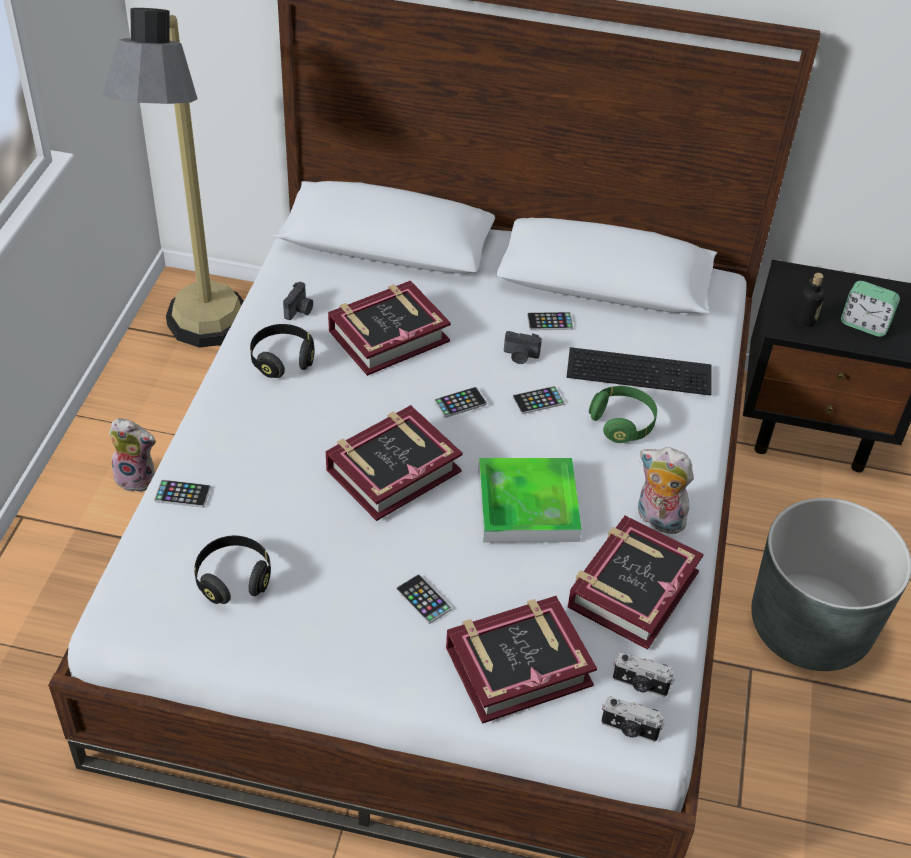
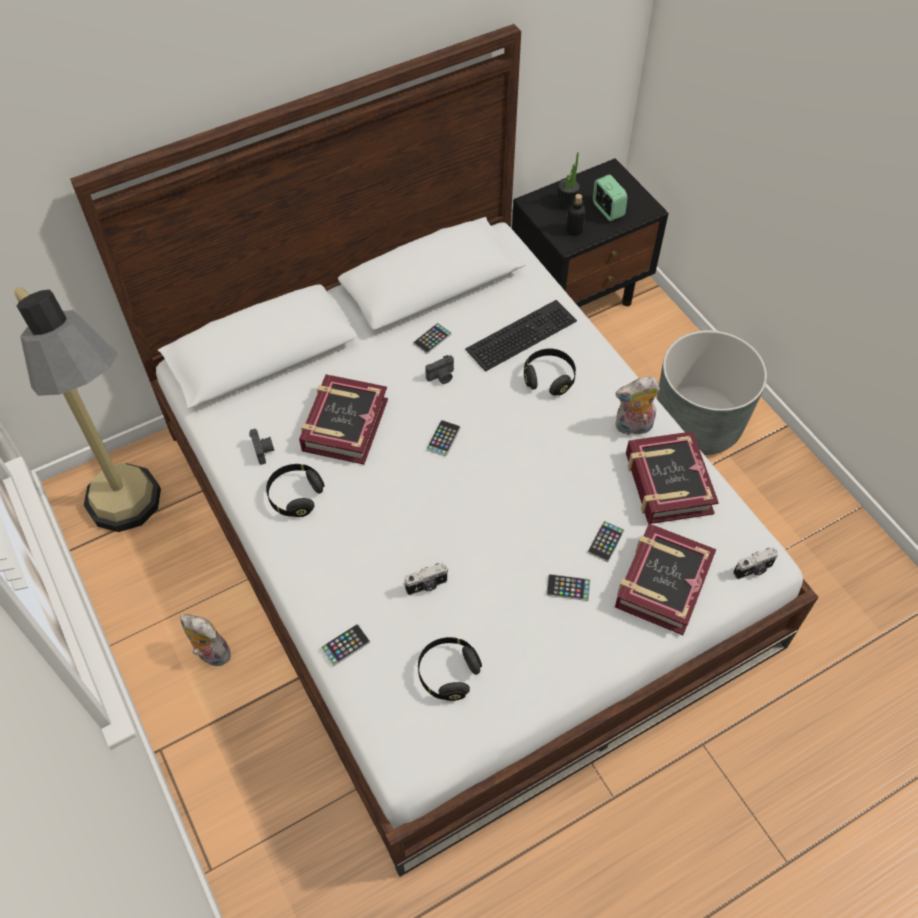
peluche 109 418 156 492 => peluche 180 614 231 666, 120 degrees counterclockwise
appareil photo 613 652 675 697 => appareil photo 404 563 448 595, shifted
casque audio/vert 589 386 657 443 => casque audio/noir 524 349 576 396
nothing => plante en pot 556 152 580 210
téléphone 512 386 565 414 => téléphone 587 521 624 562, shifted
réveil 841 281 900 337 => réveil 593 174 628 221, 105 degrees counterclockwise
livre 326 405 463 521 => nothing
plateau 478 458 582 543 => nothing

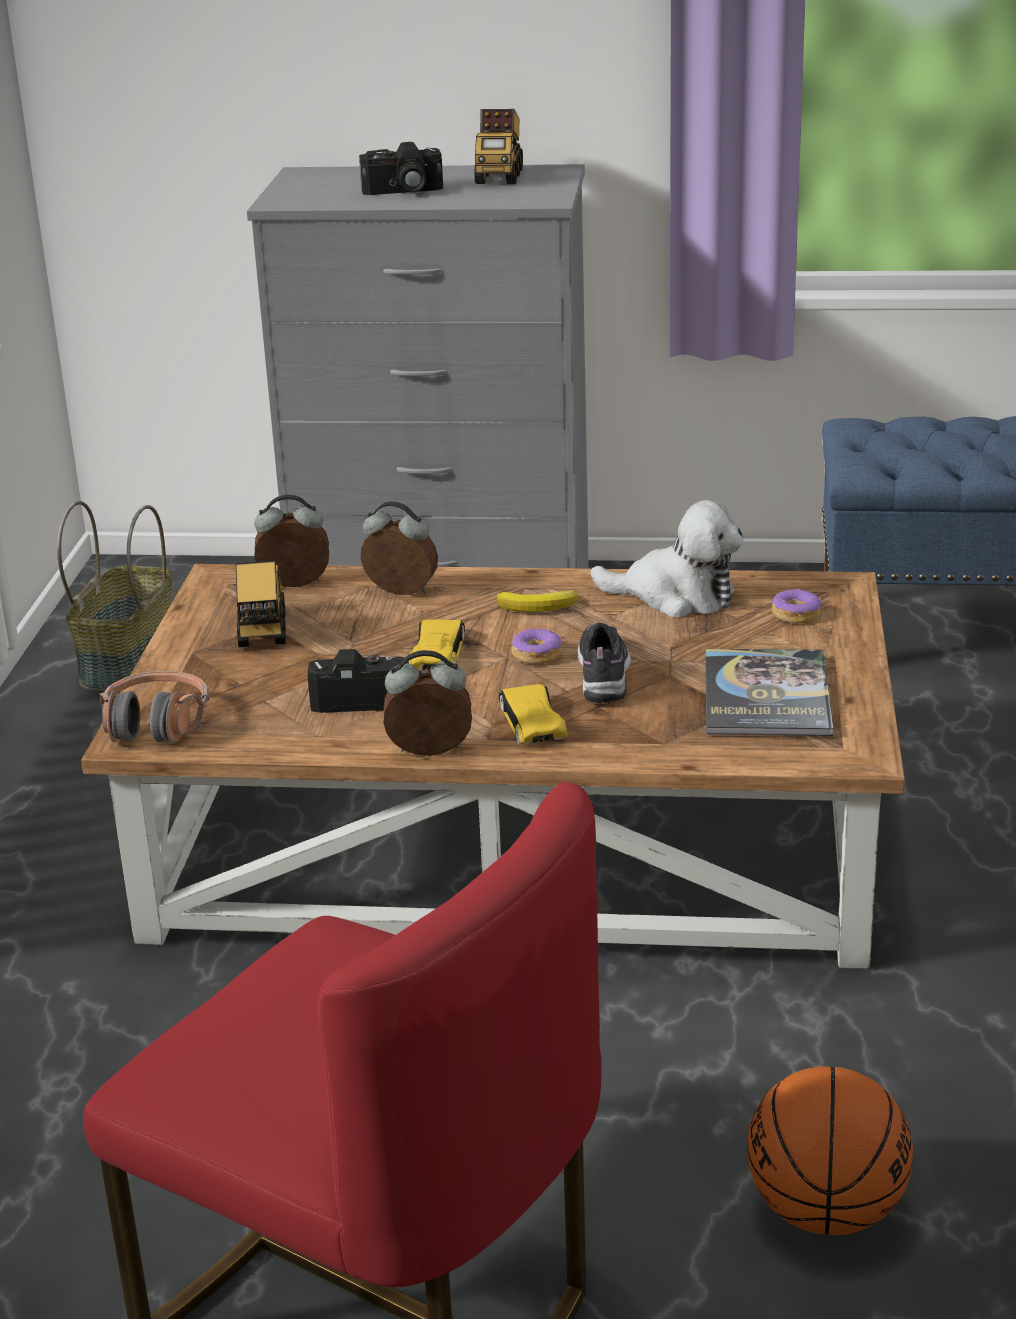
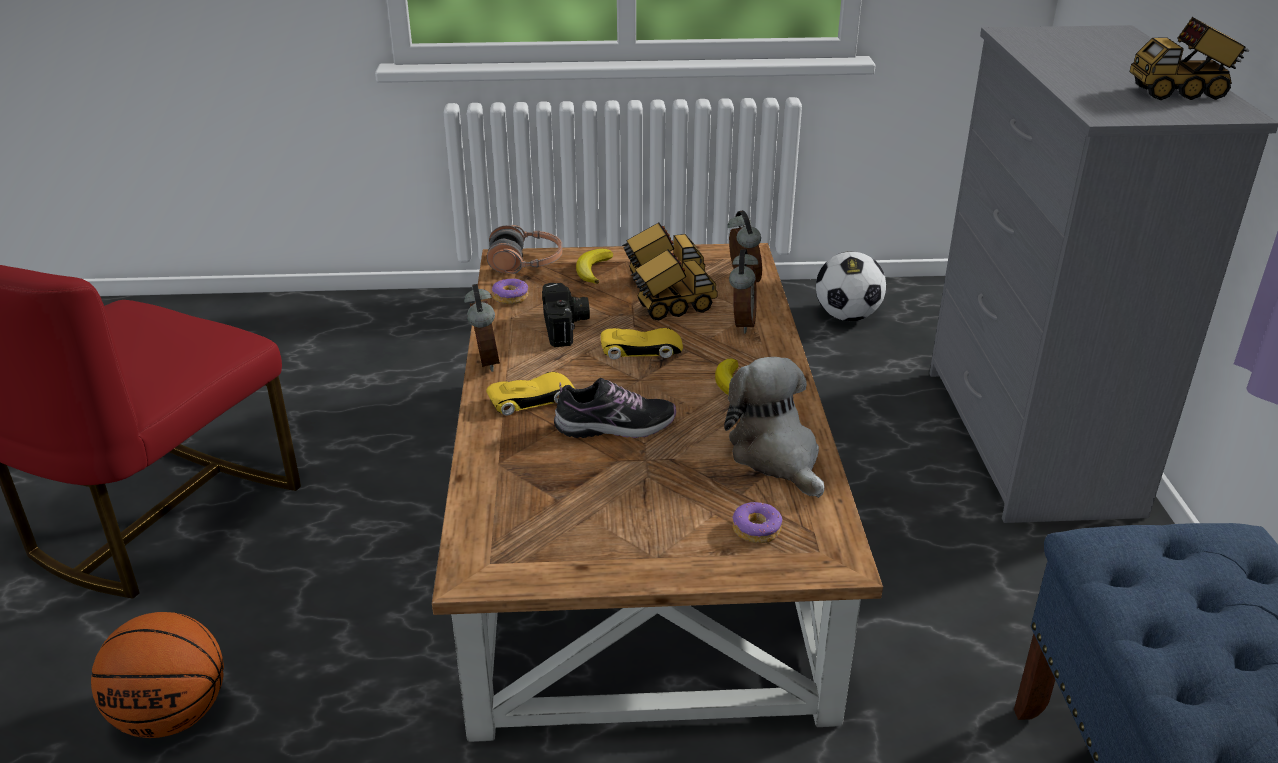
beignet 512 628 562 664 => beignet 492 278 528 304, shifted
nothing => banane 576 249 613 284
nothing => camion jouet 631 249 718 321
peluche 590 500 743 617 => peluche 724 357 825 498, 150 degrees clockwise
panier 57 501 172 692 => ballon de foot 816 251 886 321
appareil photo 359 142 443 195 => nothing
livre 706 649 834 736 => nothing

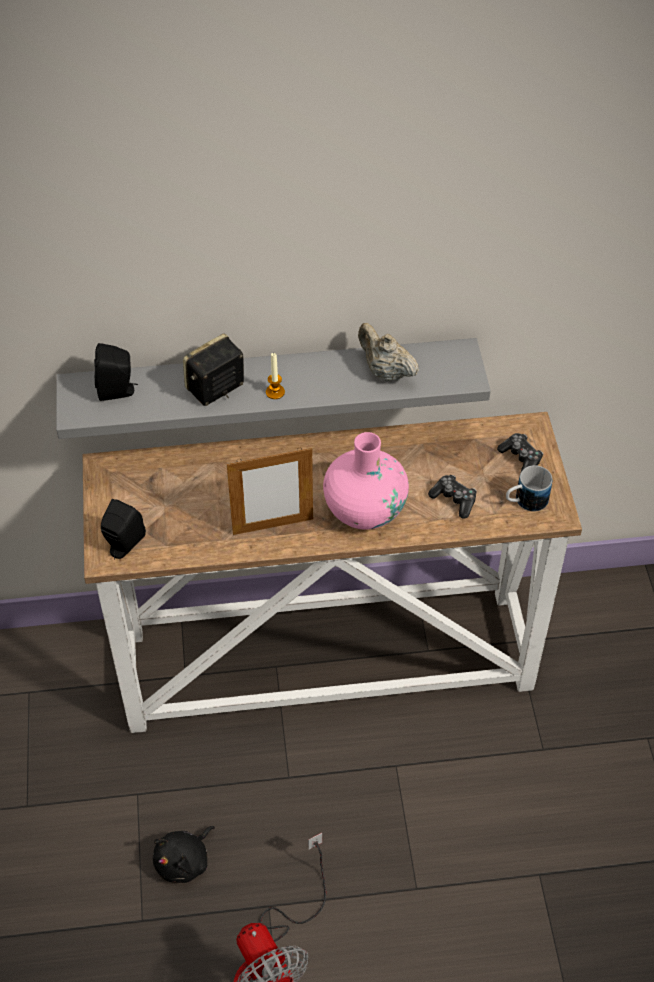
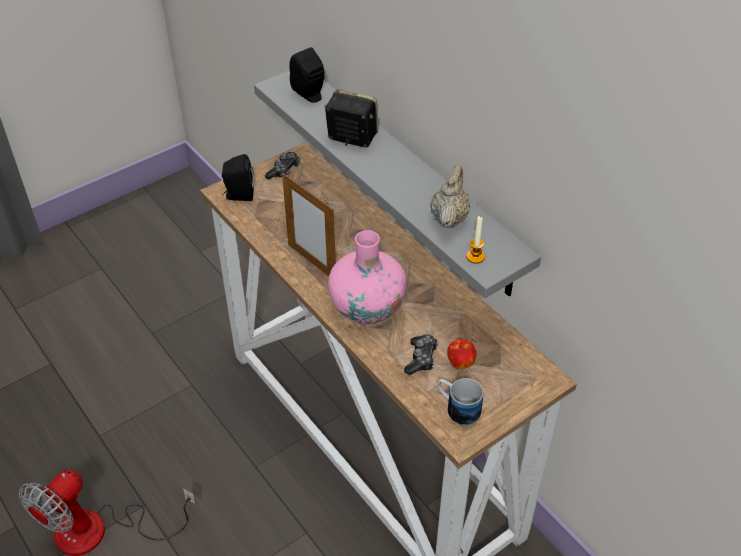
manette 497 433 543 474 => manette 265 152 300 179, shifted
nothing => pomme 447 339 477 369
bougie 266 353 285 399 => bougie 466 216 485 264, shifted
peluche/noir 153 826 215 883 => nothing

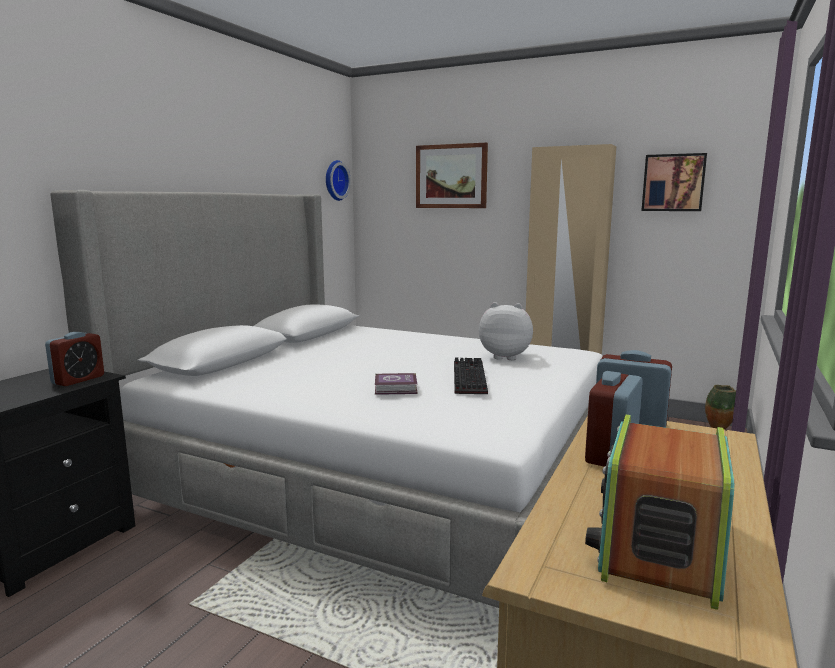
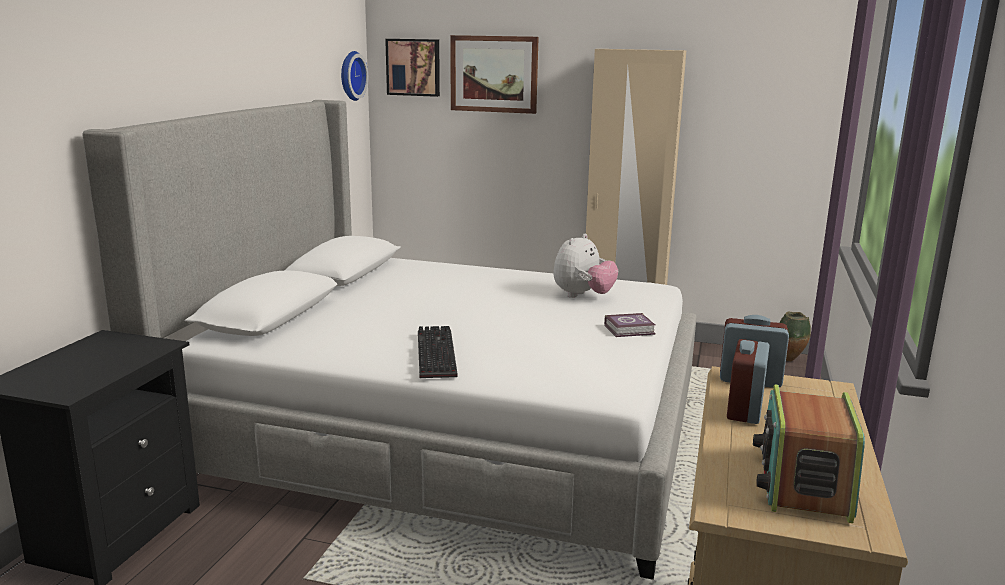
tableau 641 153 707 211 => tableau 385 39 440 97, shifted
clavier 454 357 488 394 => clavier 418 326 458 378, shifted
peluche 479 302 533 360 => peluche 553 234 618 298, 120 degrees clockwise
livre 375 373 417 395 => livre 604 313 656 337, shifted
réveil 45 332 104 386 => nothing

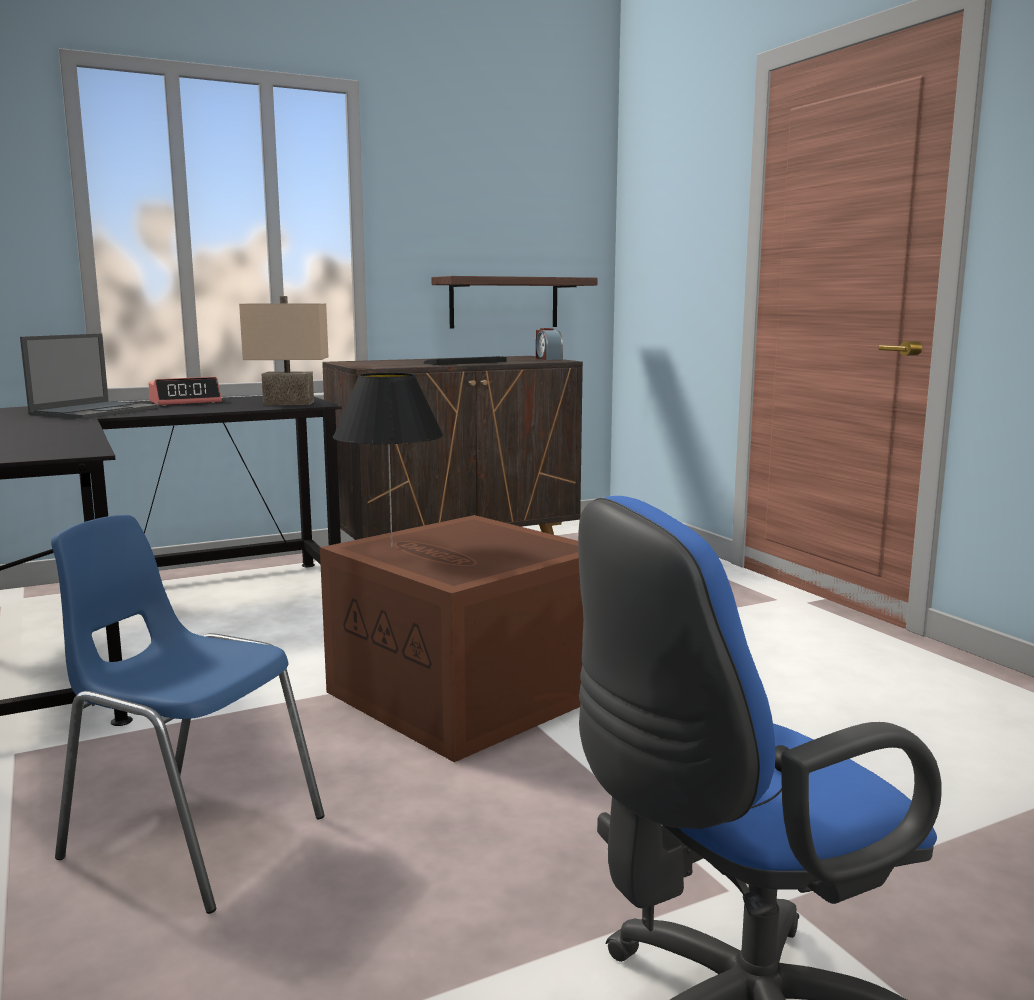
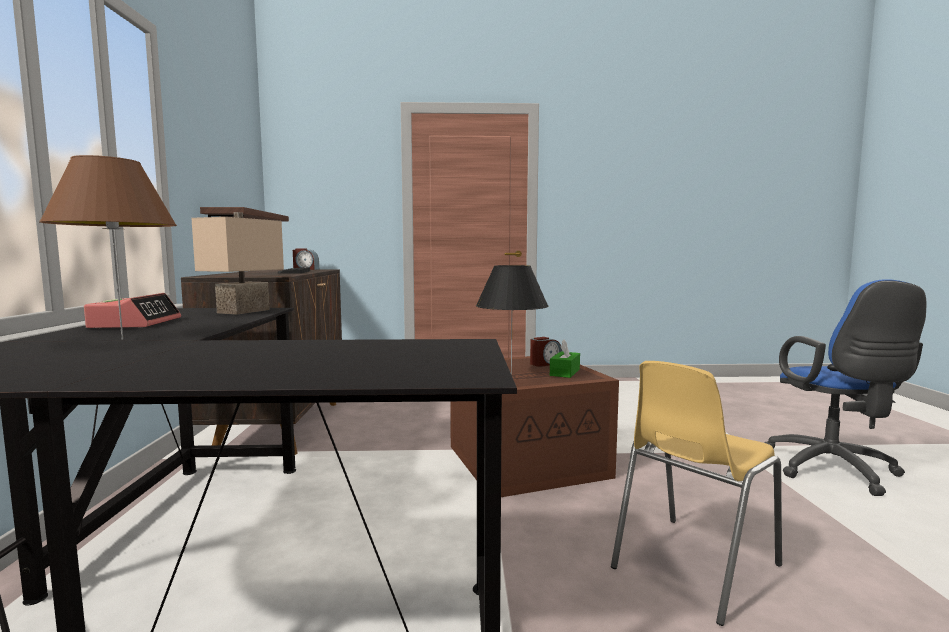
ordinateur portable 20 333 159 419 => lampe de table/marron 39 155 177 340
nothing => réveil 530 337 562 367
nothing => boîte à mouchoirs/vert 550 339 580 378
chaise/bleu 51 515 325 914 => chaise/jaune 611 361 782 626

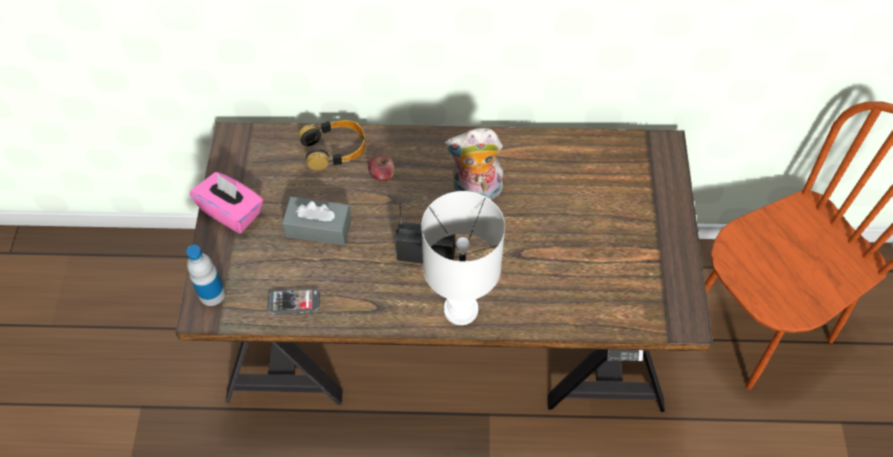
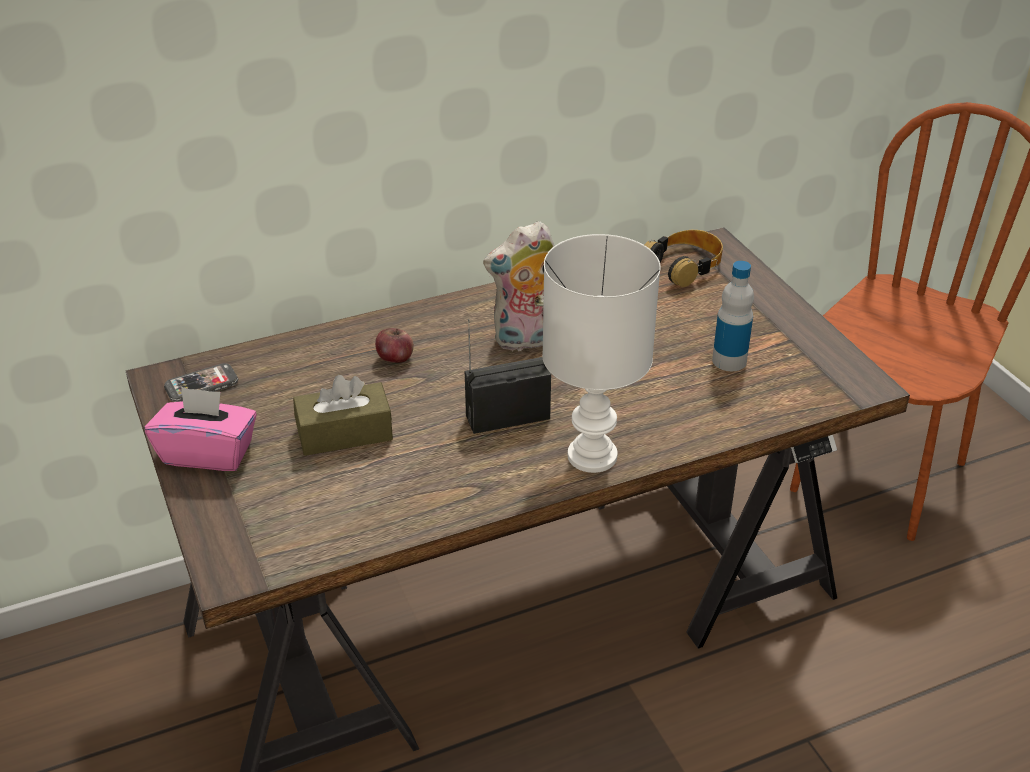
téléphone 267 288 320 315 => téléphone 164 363 238 402, shifted
boîte à mouchoirs/gris 282 197 351 245 => boîte à mouchoirs/marron 293 375 393 456
casque audio 298 120 365 170 => casque audio 644 230 723 287, shifted
bouteille 186 245 225 306 => bouteille 712 261 754 371, shifted

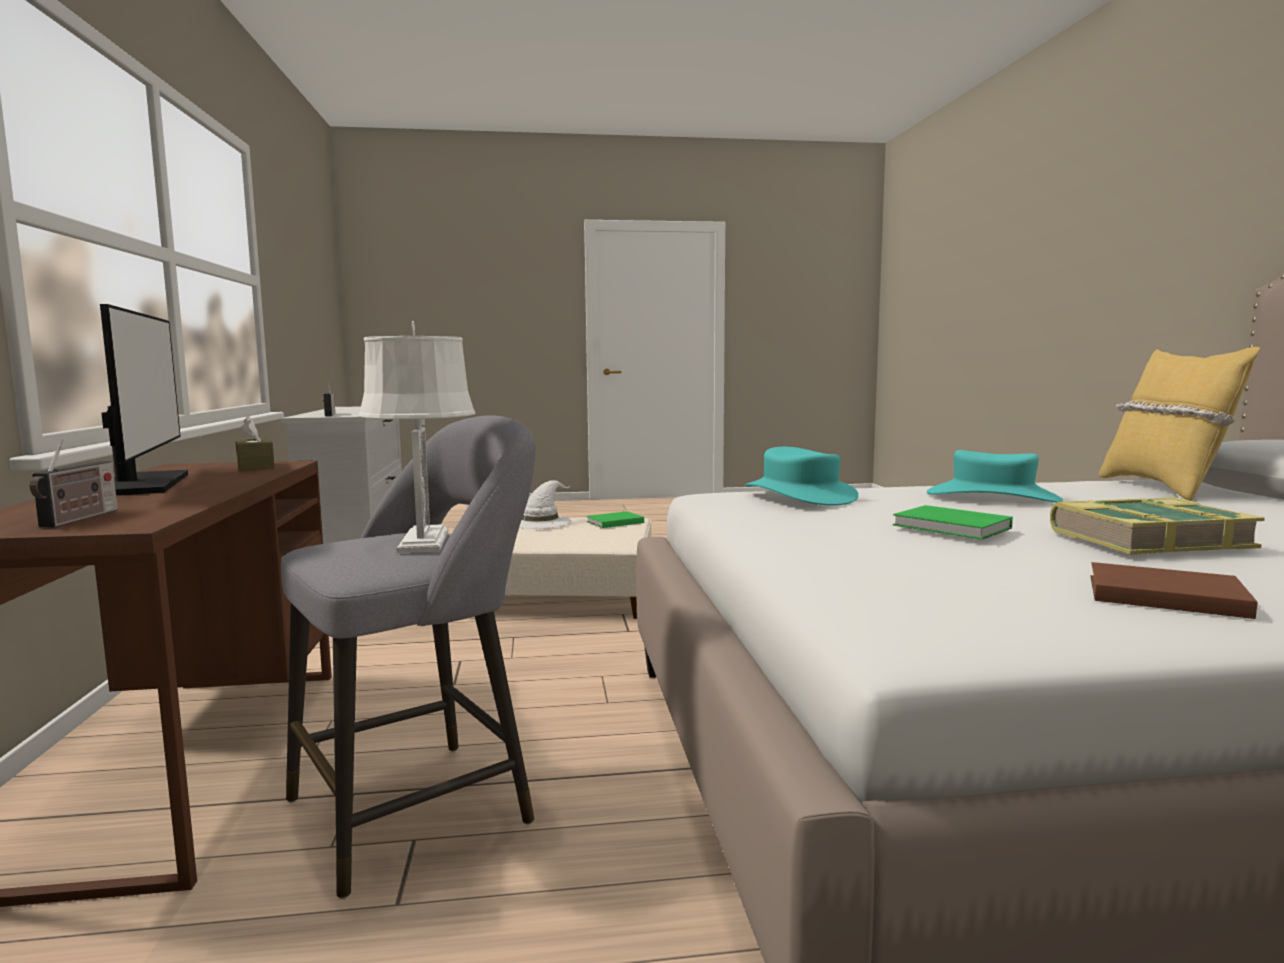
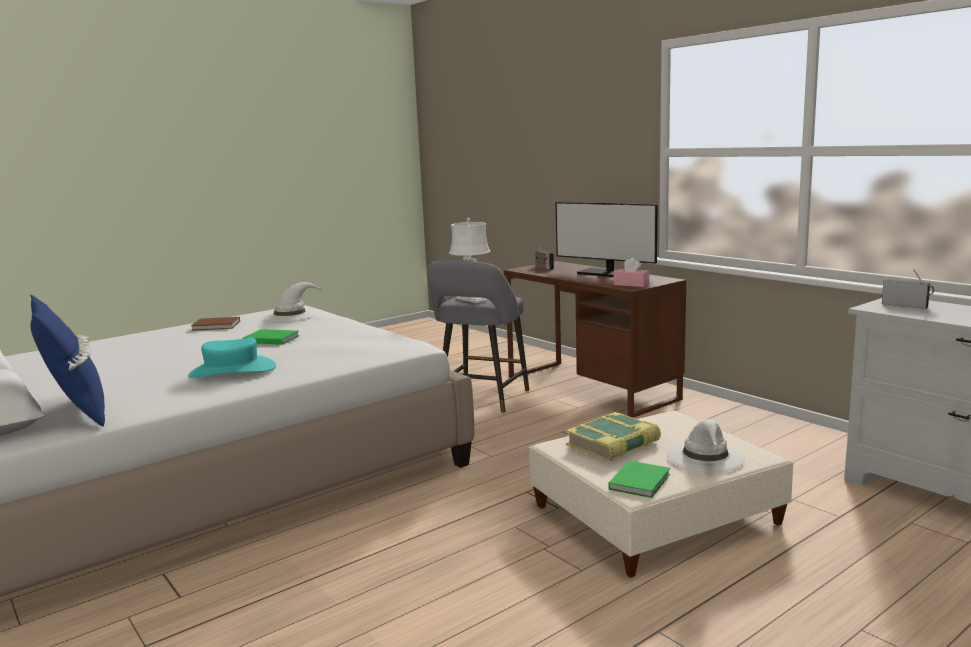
coussin/jaune 1098 347 1260 501 => coussin/bleu 30 295 105 427
nothing => chapeau/blanc 263 282 326 322
livre 1050 497 1265 555 => livre 566 412 661 461, shifted
boîte à mouchoirs/marron 235 416 275 471 => boîte à mouchoirs/rose 614 258 649 287
chapeau/turquoise 745 447 859 506 => nothing

